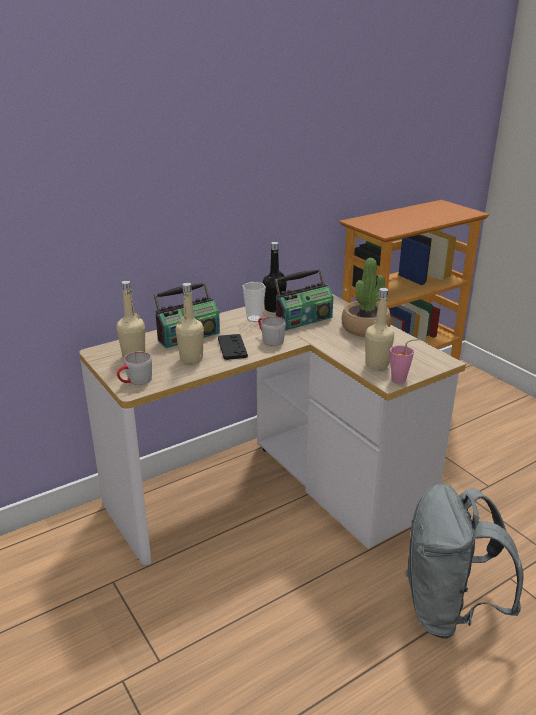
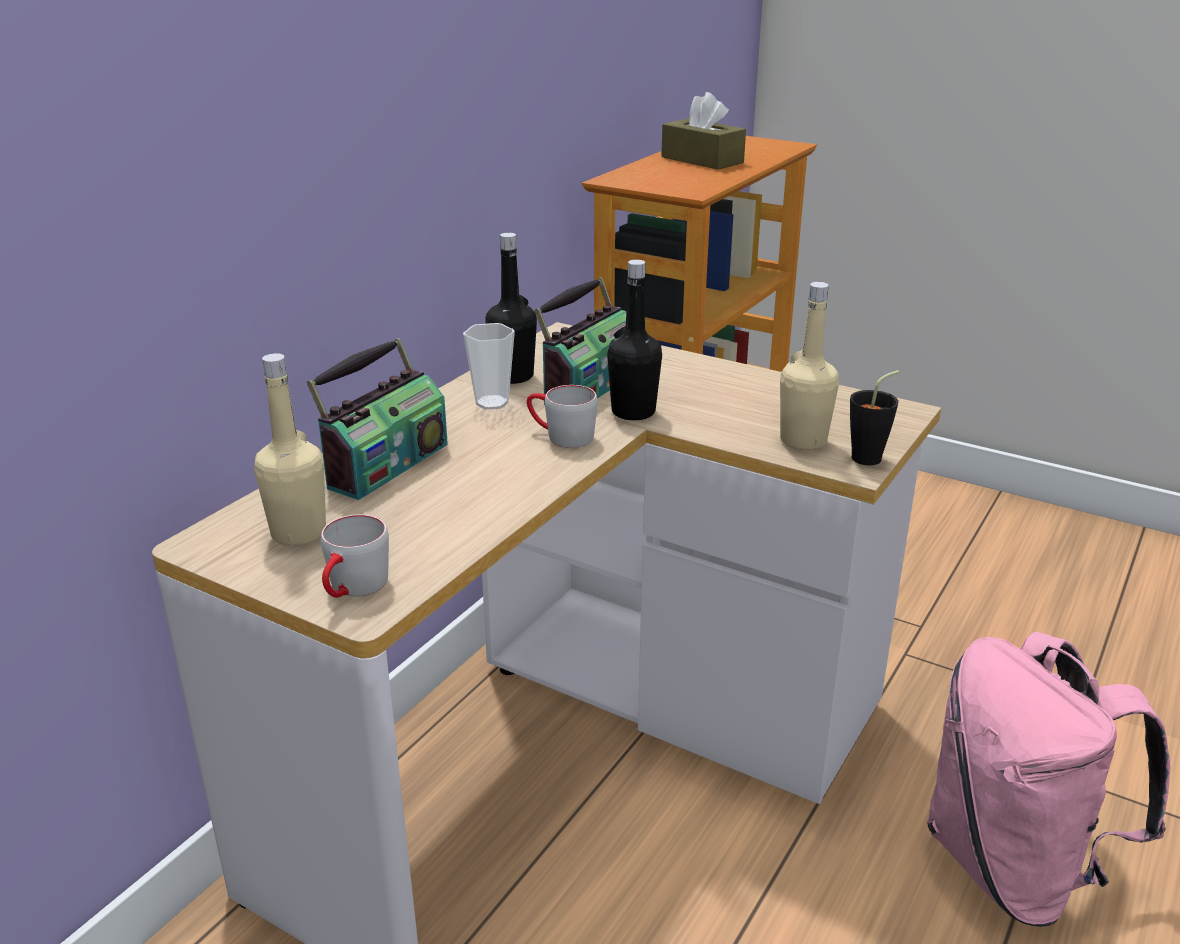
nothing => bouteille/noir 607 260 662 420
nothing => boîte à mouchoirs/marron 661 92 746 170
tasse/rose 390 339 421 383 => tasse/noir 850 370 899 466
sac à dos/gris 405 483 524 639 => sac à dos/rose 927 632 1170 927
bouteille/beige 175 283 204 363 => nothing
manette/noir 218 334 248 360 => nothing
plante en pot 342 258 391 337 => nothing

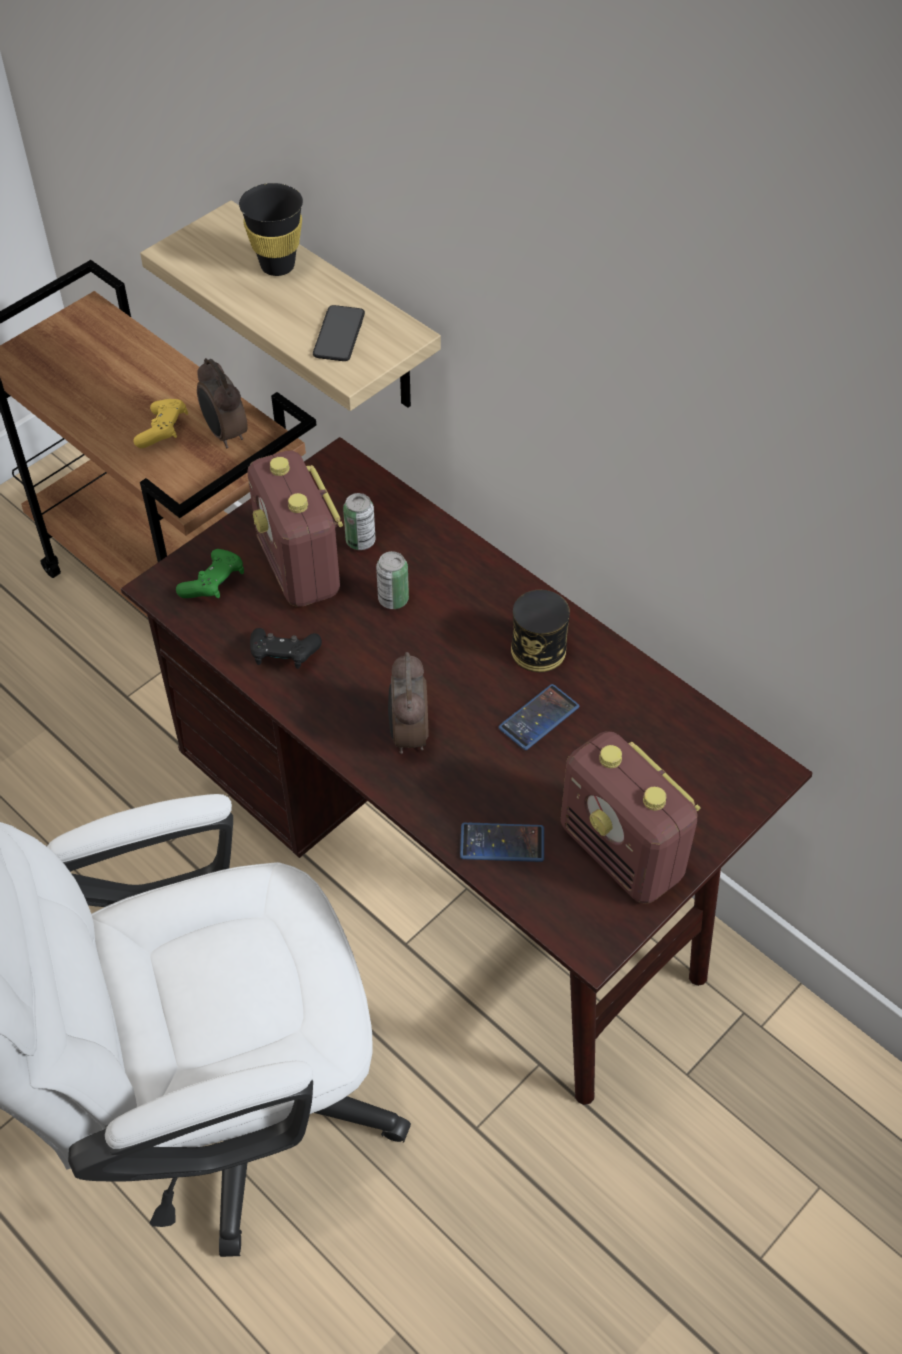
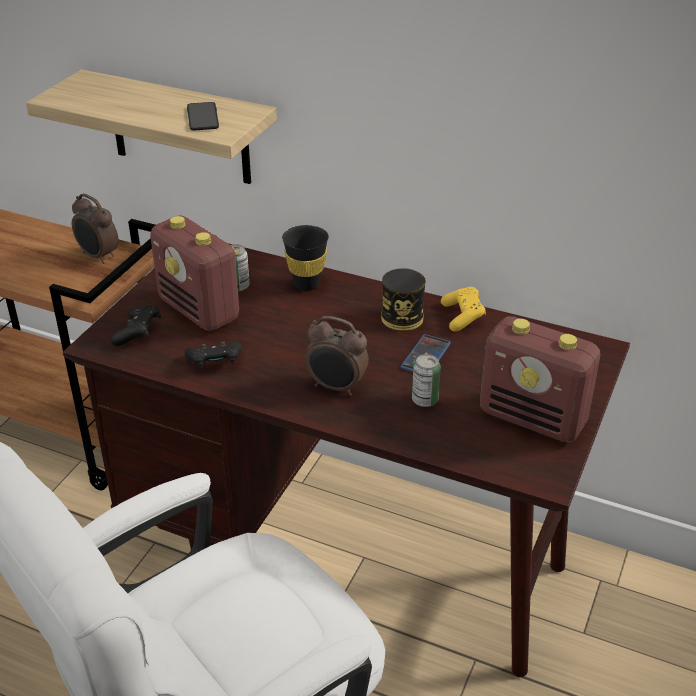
manette/vert 176 549 244 598 => manette/noir 110 305 161 346
tasse/noir 239 183 303 276 => tasse/noir 282 225 329 291, shifted
réveil 388 652 428 754 => réveil 305 316 369 396, 45 degrees counterclockwise
boîte métallique 376 551 409 609 => boîte métallique 412 354 441 407, shifted
manette/jaune 134 399 188 448 => manette/jaune 441 287 486 332, shifted
téléphone 460 823 544 862 => nothing

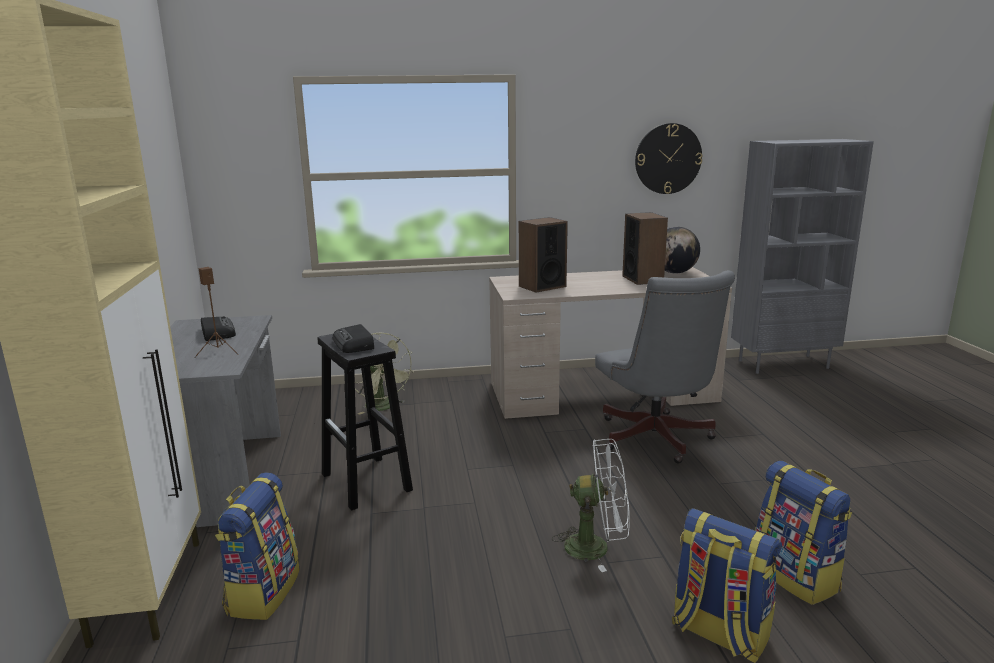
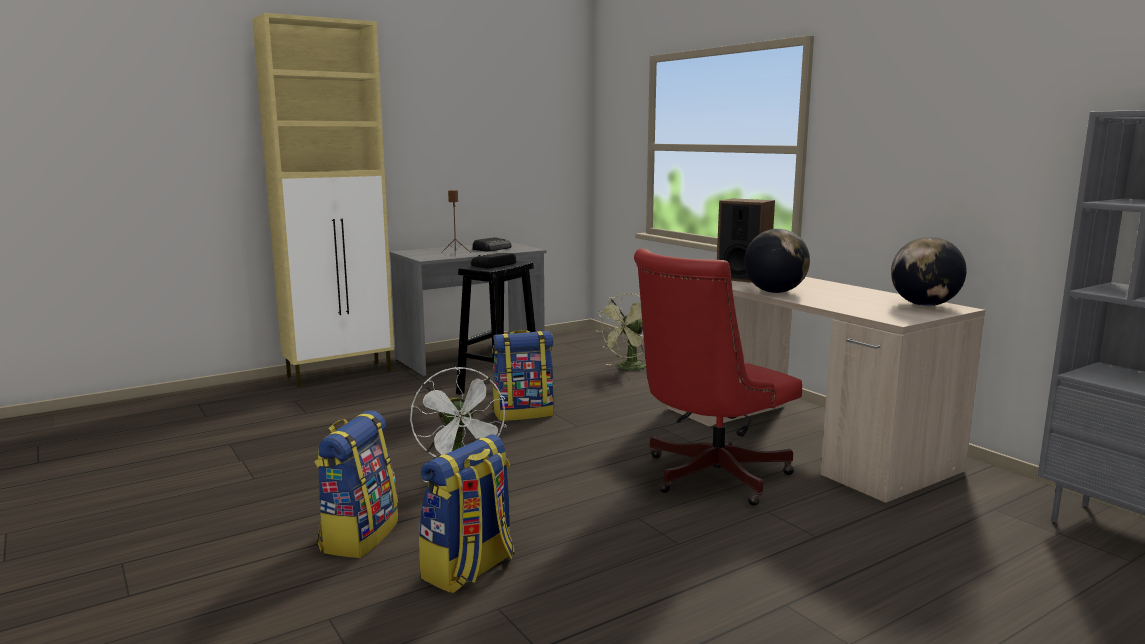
sac à dos 215 472 300 620 => sac à dos 492 330 554 421, shifted
chaise de bureau/gris 595 270 735 464 => chaise de bureau/rouge 634 249 802 506
nothing => globe 744 229 810 293
enceinte 622 212 668 285 => nothing
horloge murale 635 123 703 194 => nothing

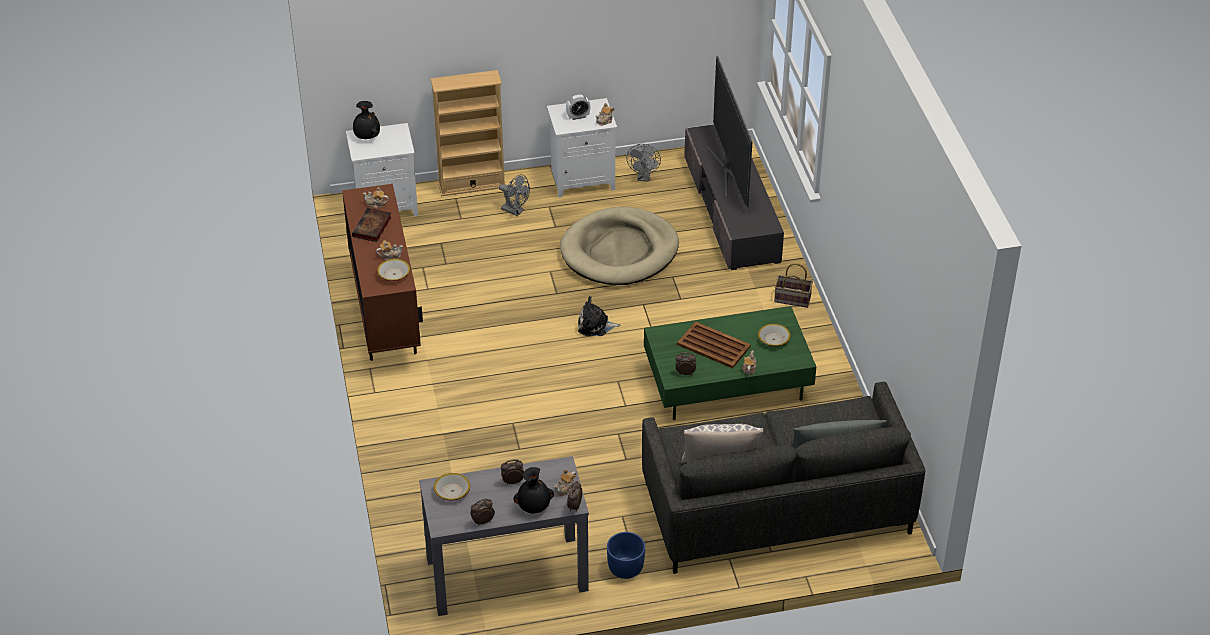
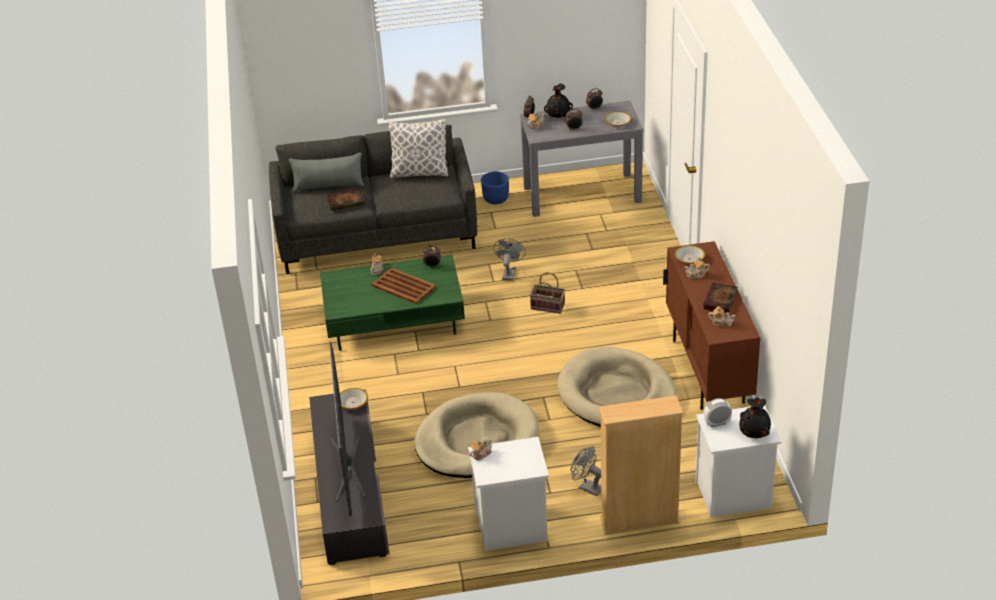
nothing => livre 327 189 365 211
bol 758 324 791 346 => bol 340 388 368 409, shifted
ventilateur/gris 626 144 661 182 => ventilateur/gris 493 238 526 281, shifted
panier 774 263 813 308 => panier 530 272 565 314, shifted
nothing => panier pour chien/beige 557 347 677 427
réveil 566 94 590 120 => réveil 704 398 732 427, shifted
peluche 578 296 620 336 => nothing

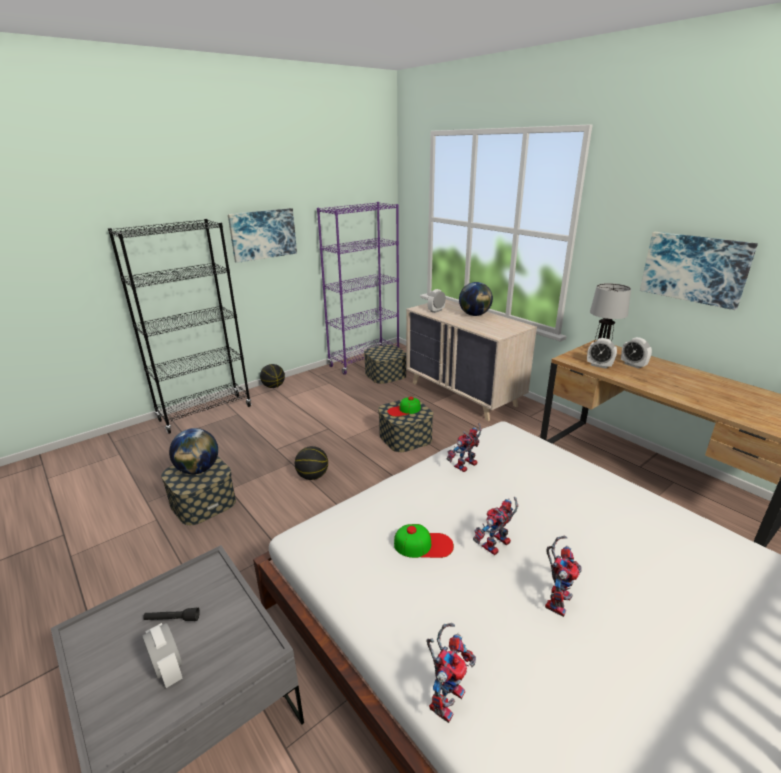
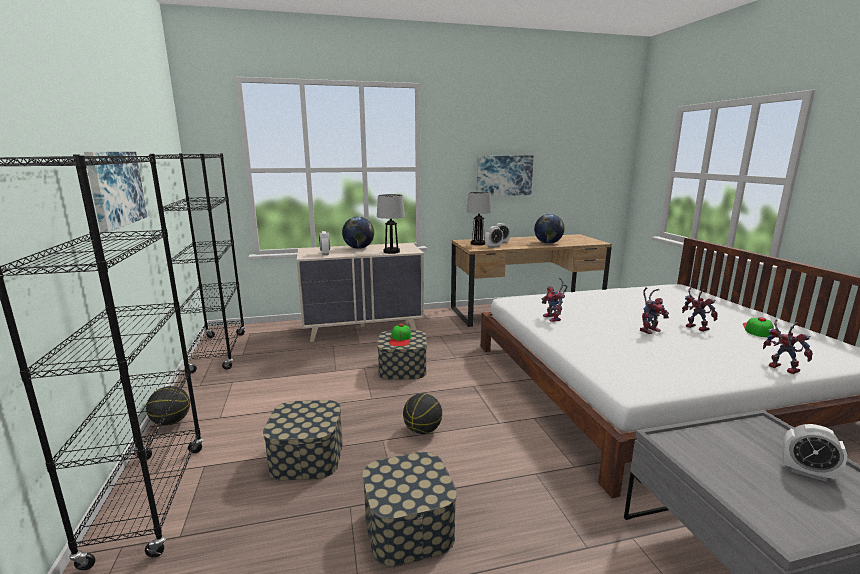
bibliothèque/violet 317 202 399 375 => bibliothèque/noir 155 153 245 373
boîte de rangement 364 345 406 384 => boîte de rangement 263 400 342 480, shifted
nothing => lampe de table 377 194 405 254
globe 169 428 218 474 => globe 534 214 565 244, shifted
robot jouet 473 497 518 555 => robot jouet 640 287 669 334, 105 degrees counterclockwise
casquette 394 524 454 558 => casquette 743 317 774 337, shifted
réveil 142 623 182 688 => réveil 782 424 847 482, 135 degrees counterclockwise
lampe de poche/noir 143 608 200 621 => nothing

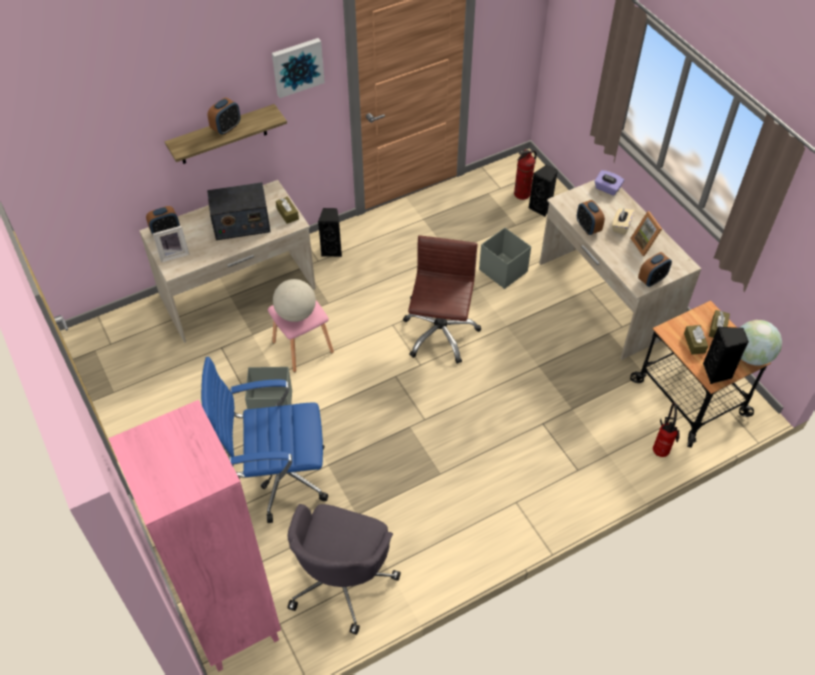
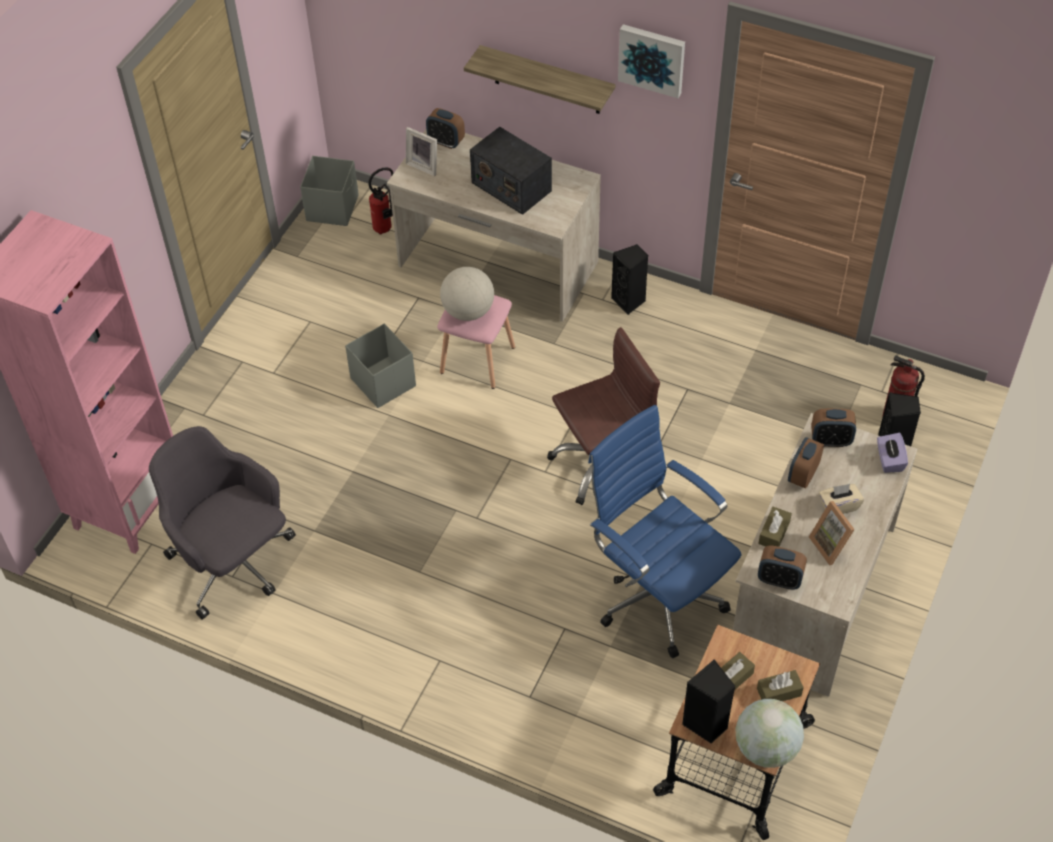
chaise de bureau/gris 287 504 401 635 => chaise de bureau/gris 149 426 296 620, 60 degrees clockwise
boîte de rangement/gris 479 228 531 289 => boîte de rangement/gris 300 156 359 226, shifted
extincteur 653 402 680 457 => extincteur 368 167 394 234, shifted
chaise de bureau/bleu 201 357 328 523 => chaise de bureau/bleu 588 405 741 658, shifted
boîte à mouchoirs/marron 276 197 299 224 => boîte à mouchoirs/marron 758 507 792 547, shifted
cadre photo 630 211 662 256 => cadre photo 809 501 855 566, 60 degrees counterclockwise
réveil 207 98 240 135 => réveil 811 408 856 447, shifted

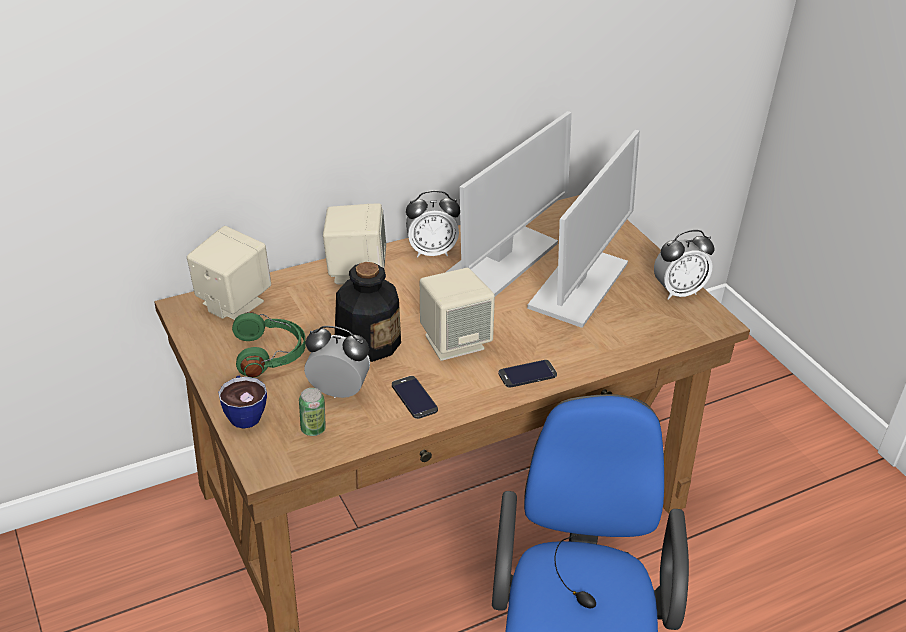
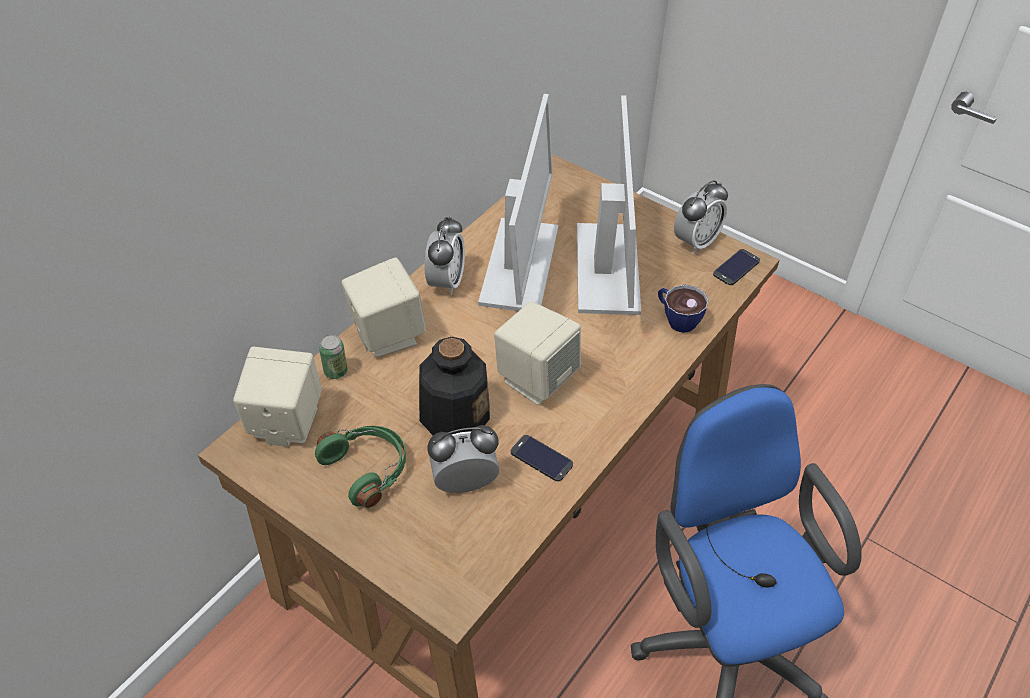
boîte métallique 299 388 326 436 => boîte métallique 319 334 348 379, shifted
réveil 406 190 460 257 => réveil 424 216 465 295, 45 degrees counterclockwise
tasse 218 376 267 429 => tasse 658 285 709 333, shifted
téléphone 499 360 557 388 => téléphone 713 249 760 285, shifted

